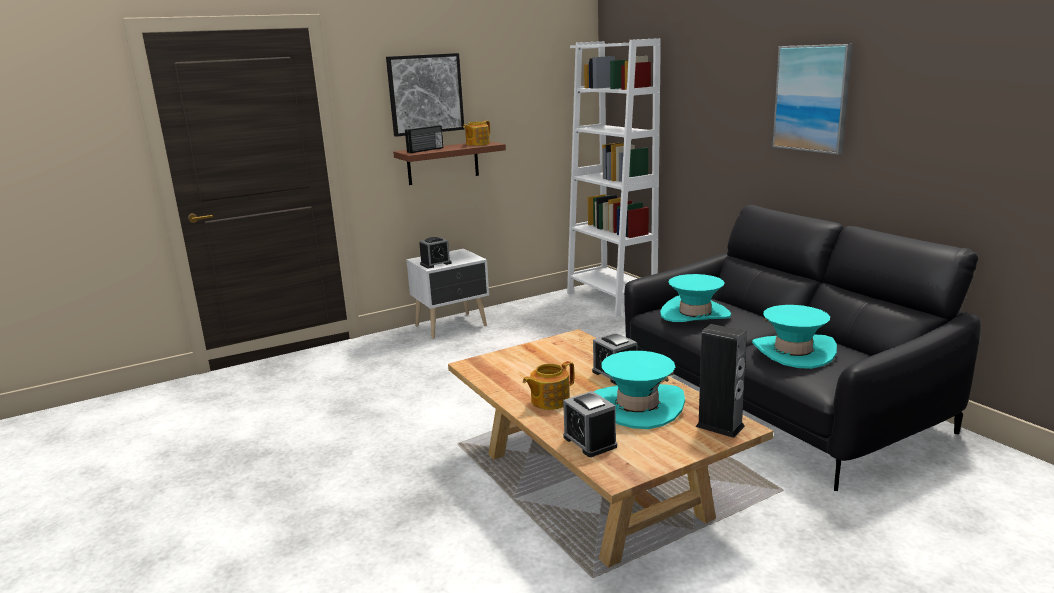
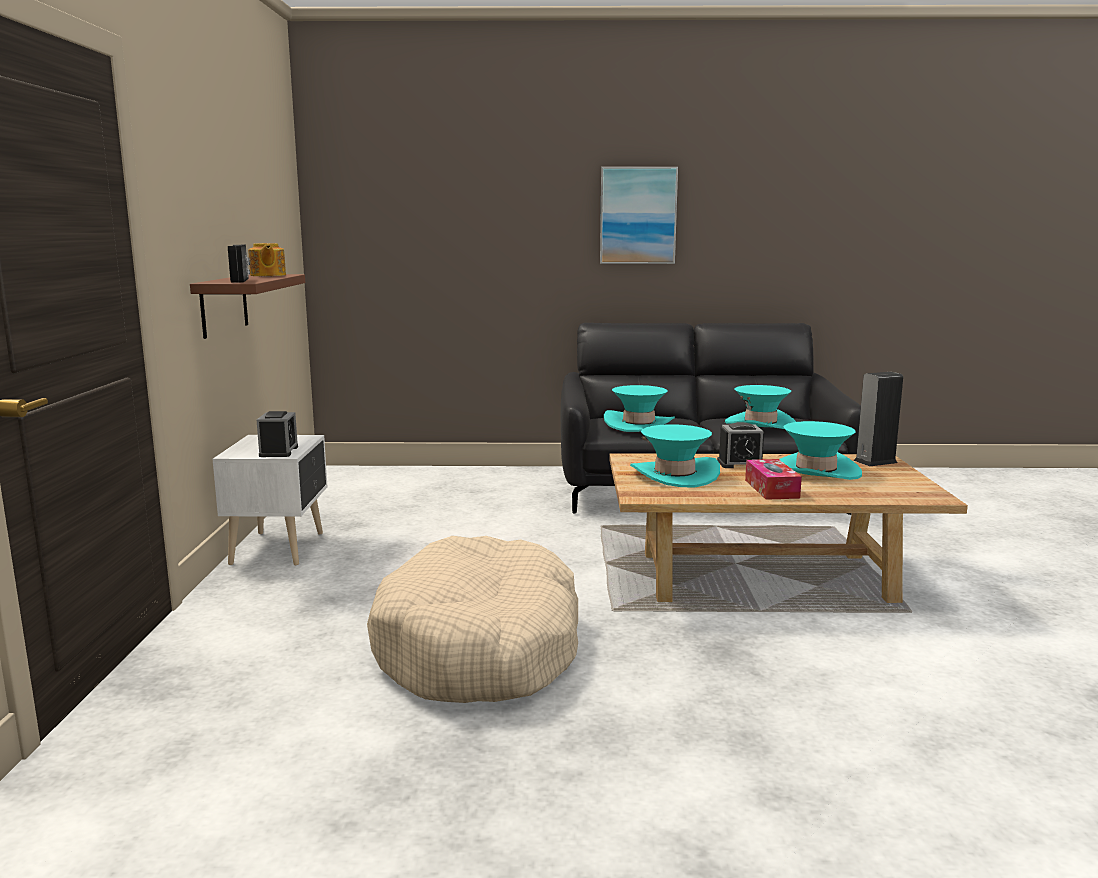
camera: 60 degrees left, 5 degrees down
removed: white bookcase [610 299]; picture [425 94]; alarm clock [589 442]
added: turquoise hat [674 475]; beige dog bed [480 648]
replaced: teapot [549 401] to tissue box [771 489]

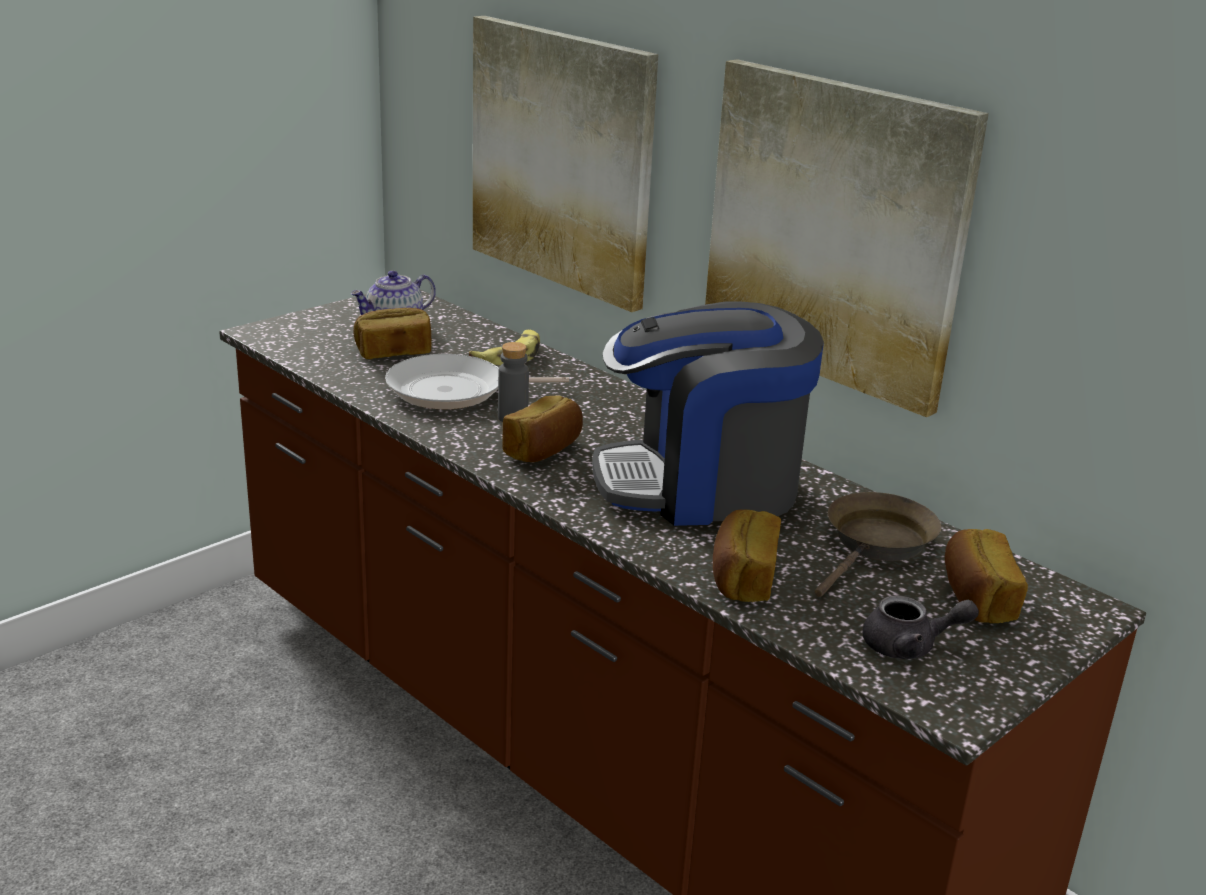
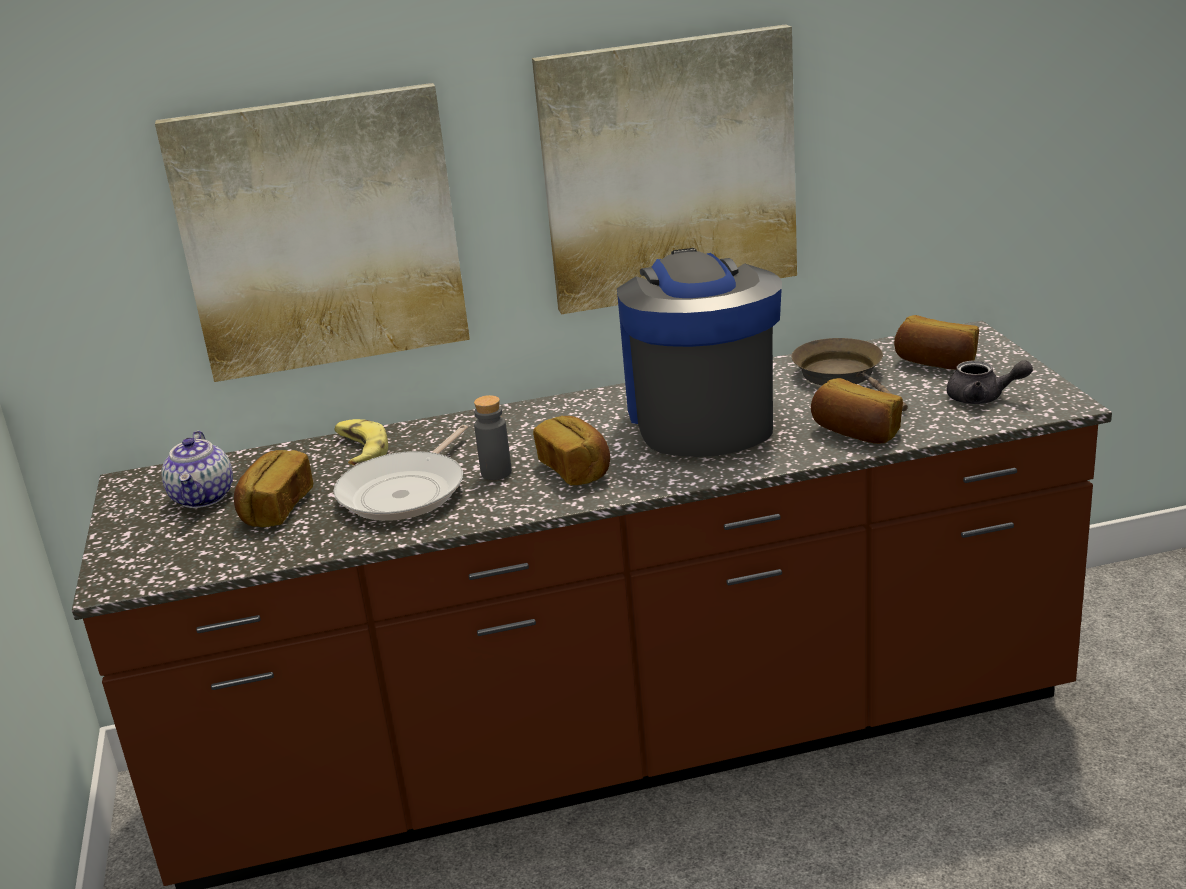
camera: 55 degrees left, 0 degrees up
turned: coffee machine [701 486] = [701 417] 150 degrees clockwise; grey teapot [909 646] = [983 398] 75 degrees clockwise

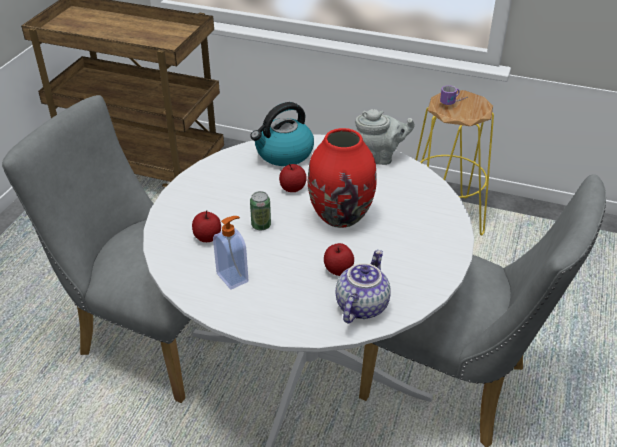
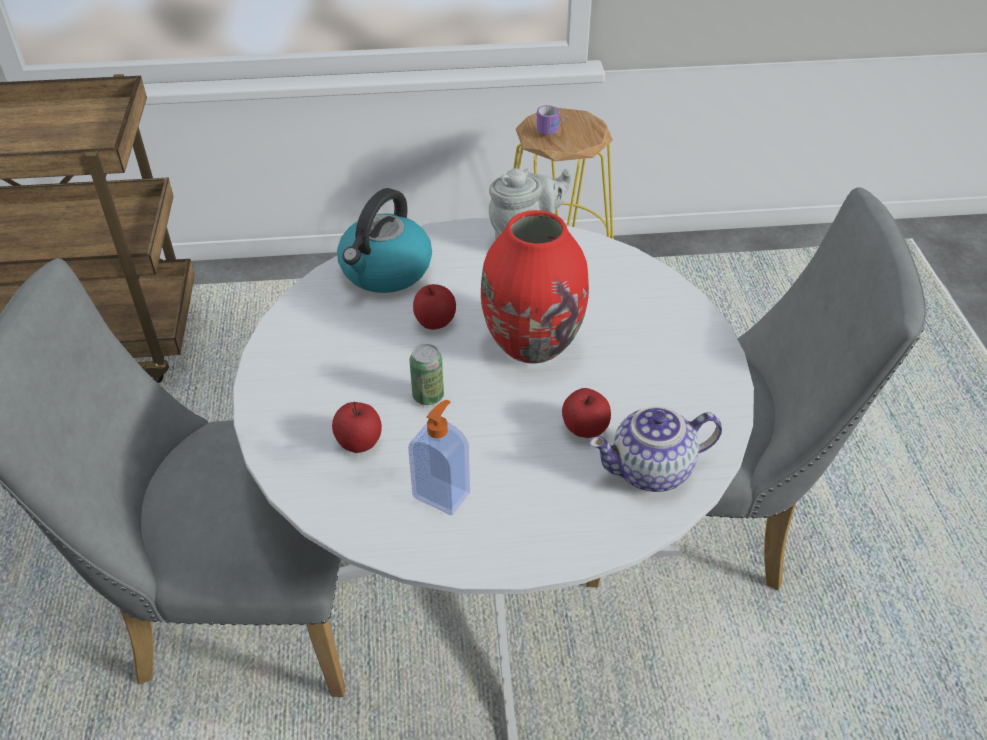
camera: 25 degrees left, 5 degrees up
turned: teapot [360 305] = [651 472] 105 degrees counterclockwise

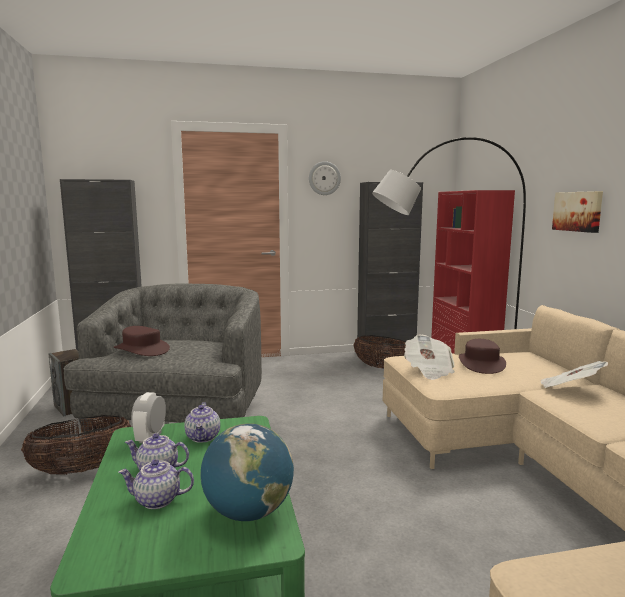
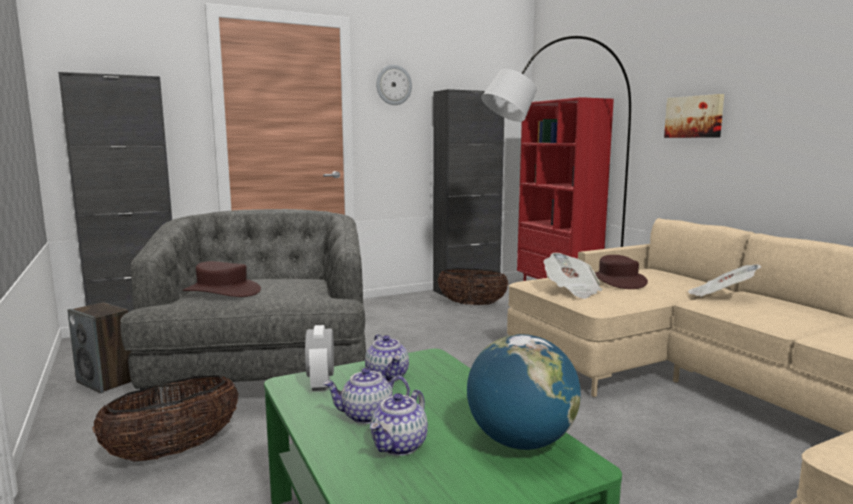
camera: 15 degrees left, 0 degrees up
turned: teapot [157 500] = [400 446] 45 degrees counterclockwise

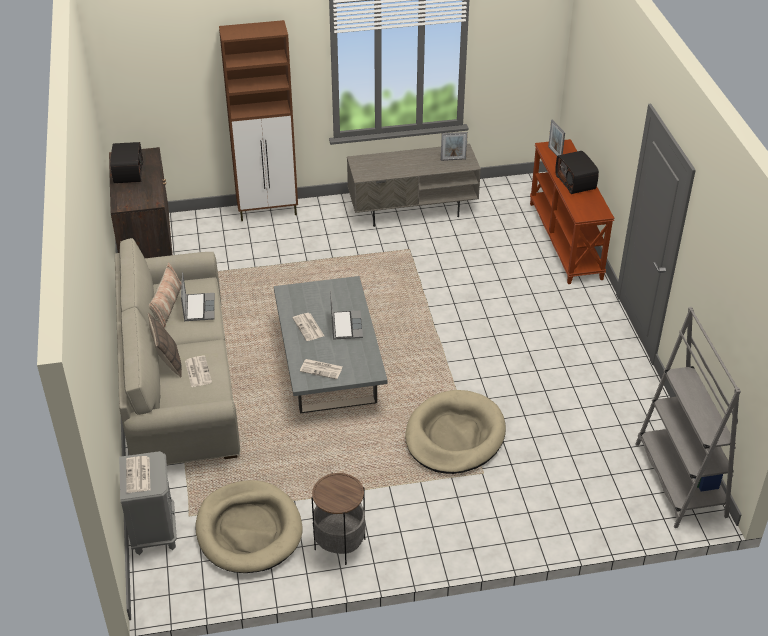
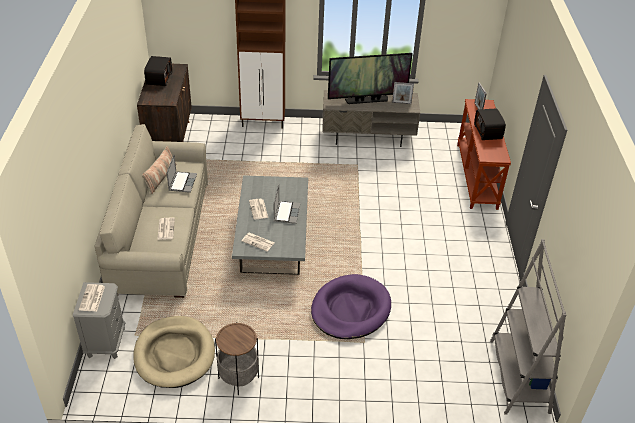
camera: 10 degrees right, 0 degrees up
removed: pillow [168 362]
added: television [367 100]
recoloured: beige dog bed [454 436] to purple dog bed [350 309]

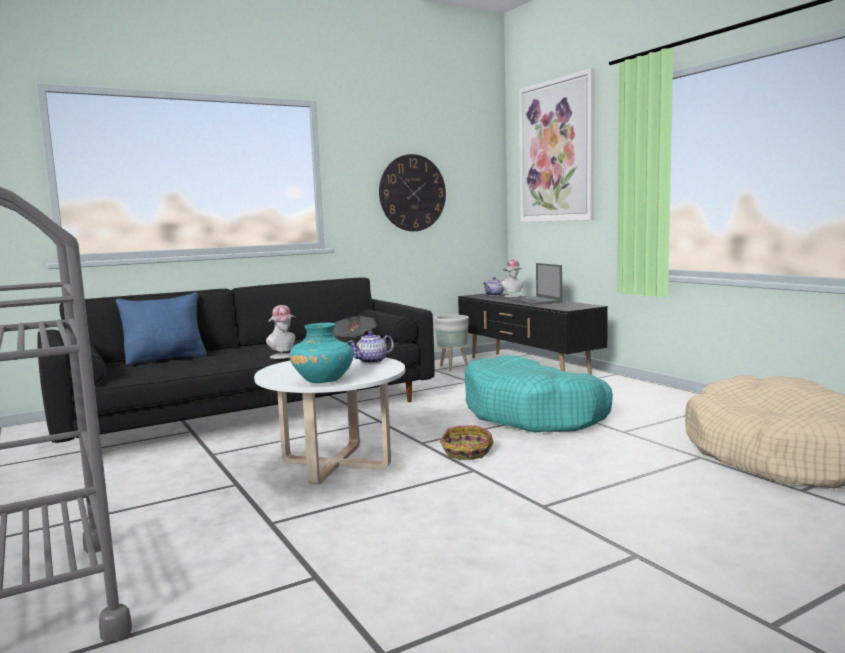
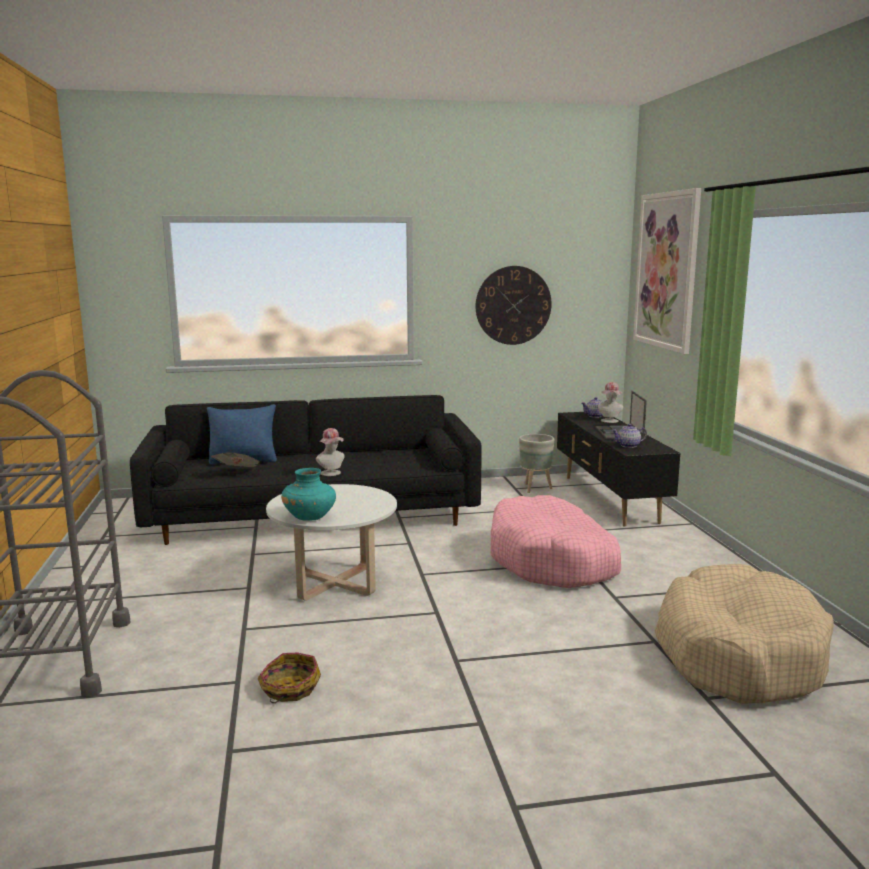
camera: 20 degrees right, 5 degrees up
moved: newspaper [353 340] to [238 473]; teapot [372 361] to [629 445]; basket [466 453] to [289 689]
recoloured: turquoise dog bed [533 414] to pink dog bed [552 560]

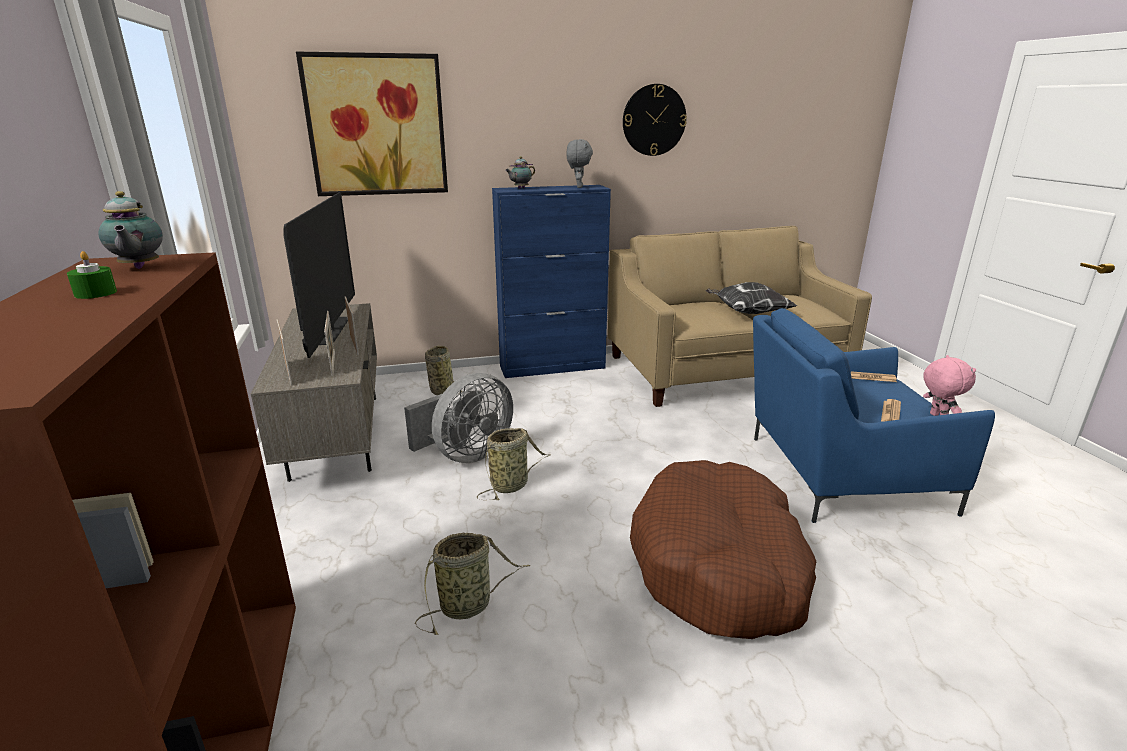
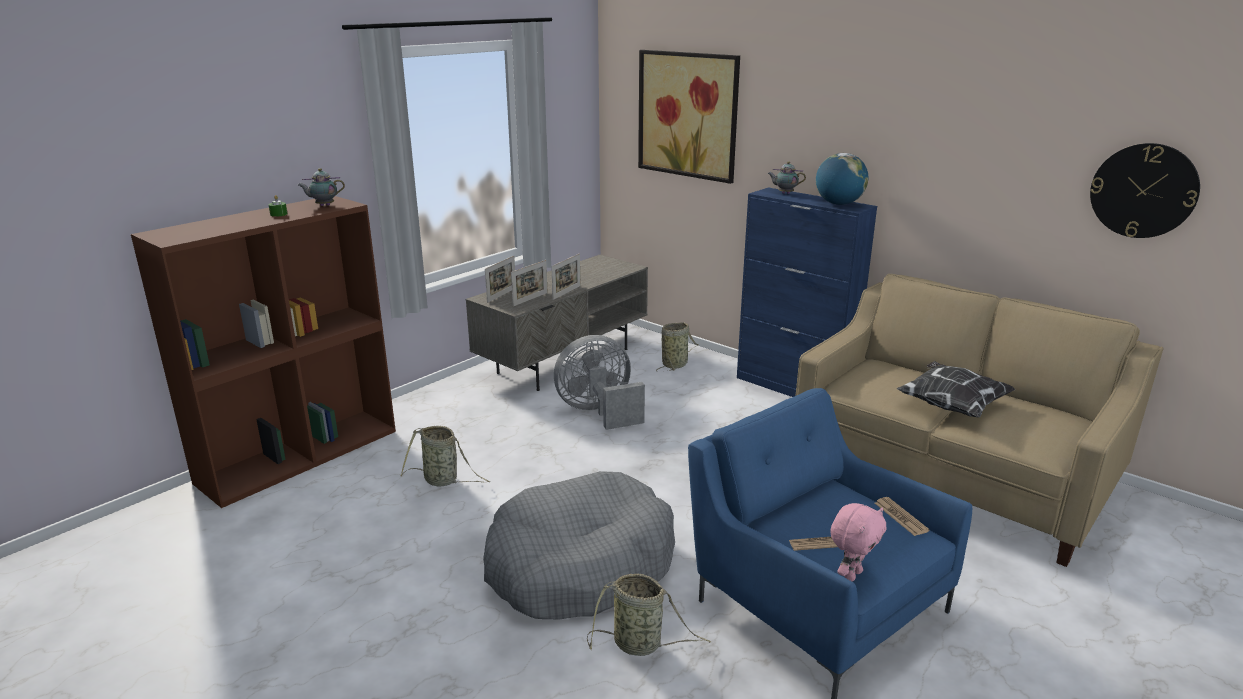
camera: 55 degrees right, 0 degrees up
removed: television [333 331]
moved: wall clock [654 120] to [1143 190]; basket [511 485] to [641 644]
replaced: grey plush toy [578 187] to globe [839 204]
recoloured: brown dog bed [719 566] to grey dog bed [579 565]
turned: teapot [139 268] = [323 205] 45 degrees clockwise; grey fan [466 455] = [599 412] 150 degrees clockwise

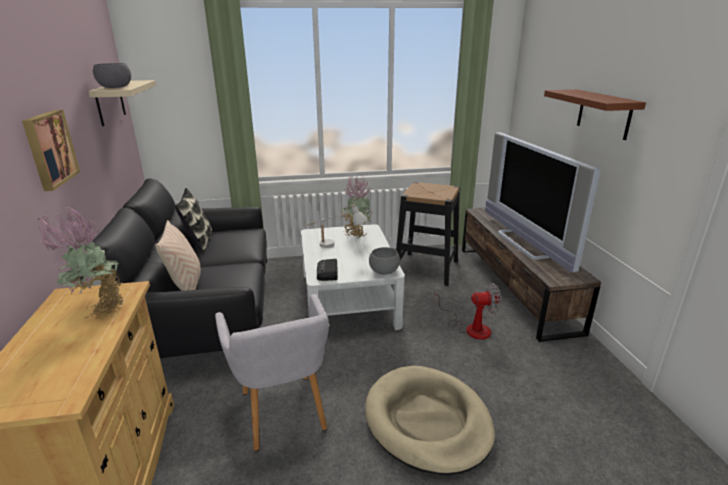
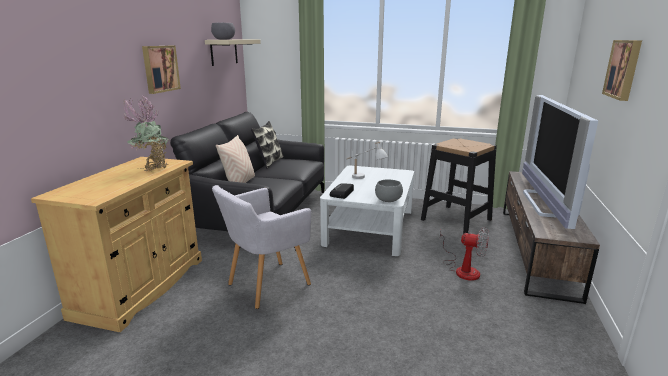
camera: 25 degrees right, 5 degrees down
removed: potted plant [356 233]; beige dog bed [427 421]
replaced: brown shelf [604 113] to picture [624 69]
turned: grey armchair [283 414] = [265 285] 45 degrees clockwise

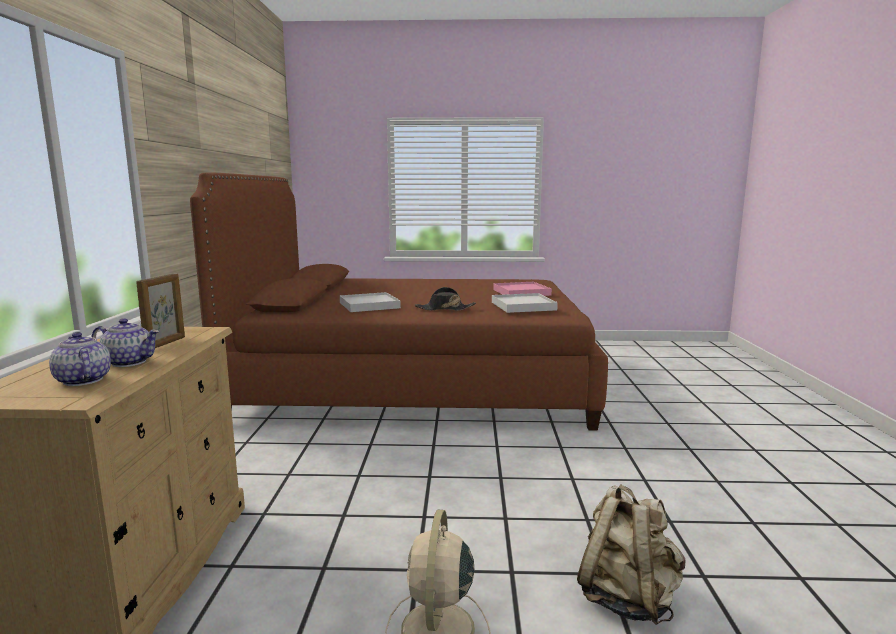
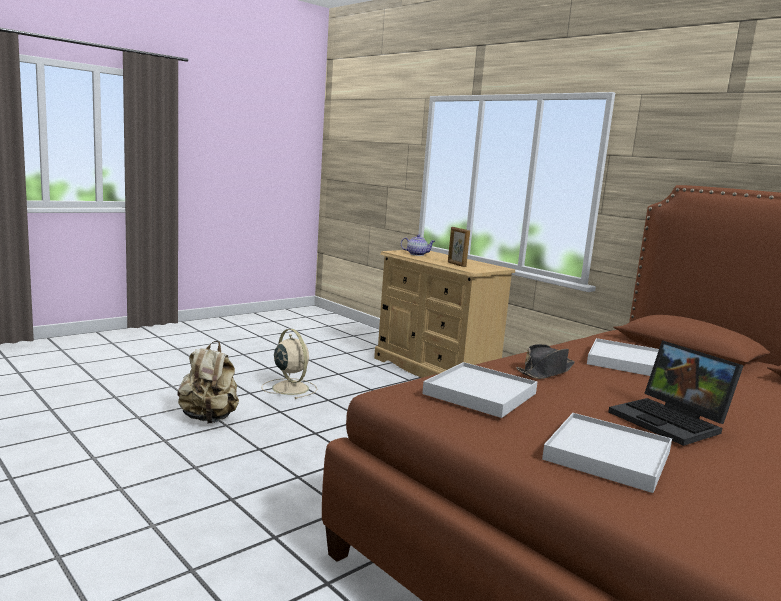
camera: 135 degrees right, 0 degrees up
removed: teapot [129 362]
added: laptop [672 422]
recoloured: pink tray [521 292] to white tray [607 456]

